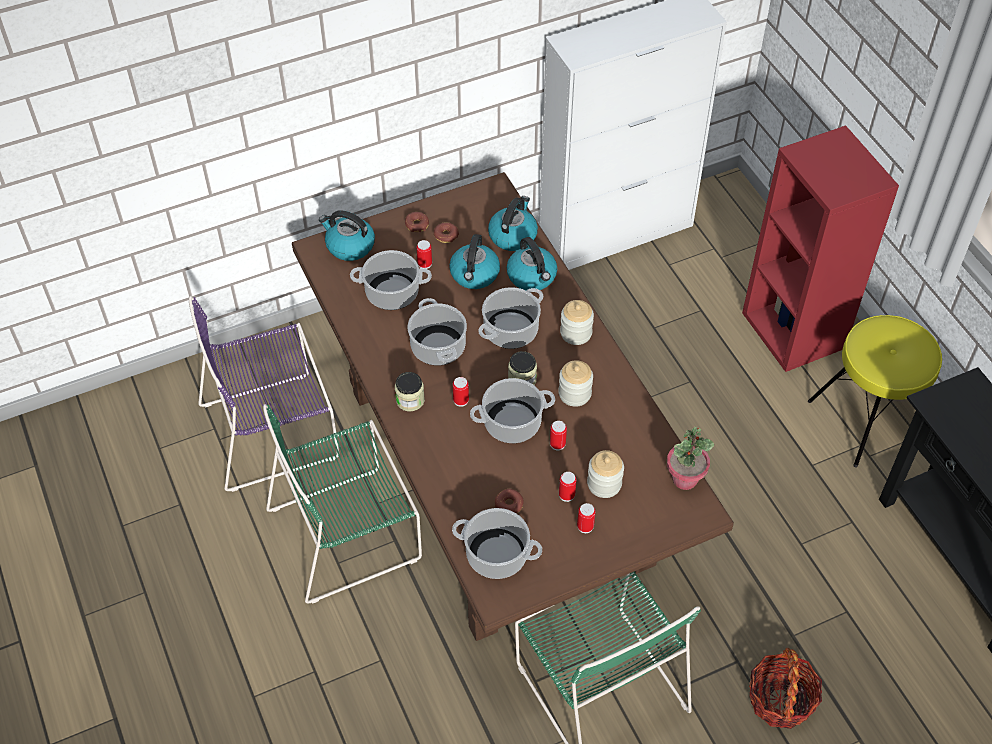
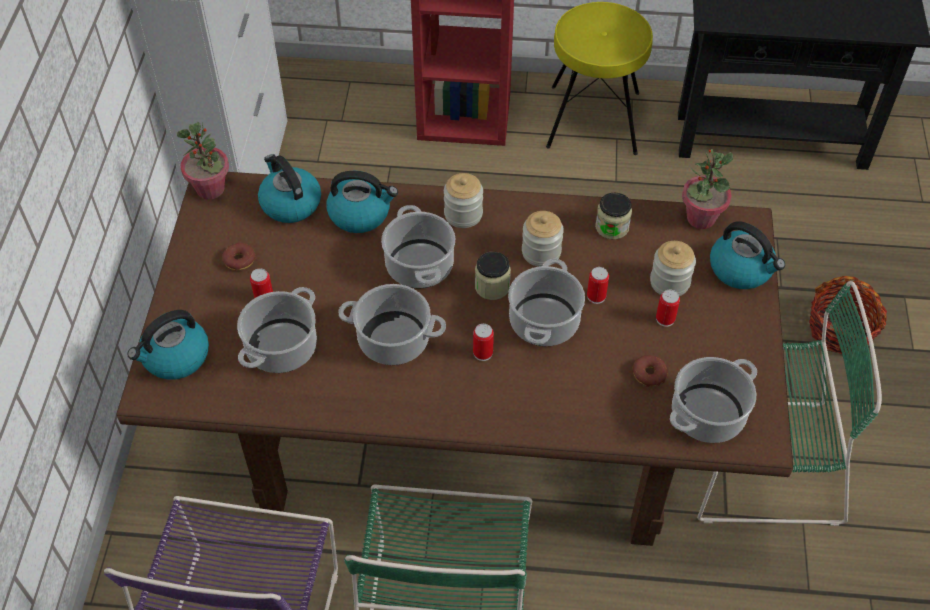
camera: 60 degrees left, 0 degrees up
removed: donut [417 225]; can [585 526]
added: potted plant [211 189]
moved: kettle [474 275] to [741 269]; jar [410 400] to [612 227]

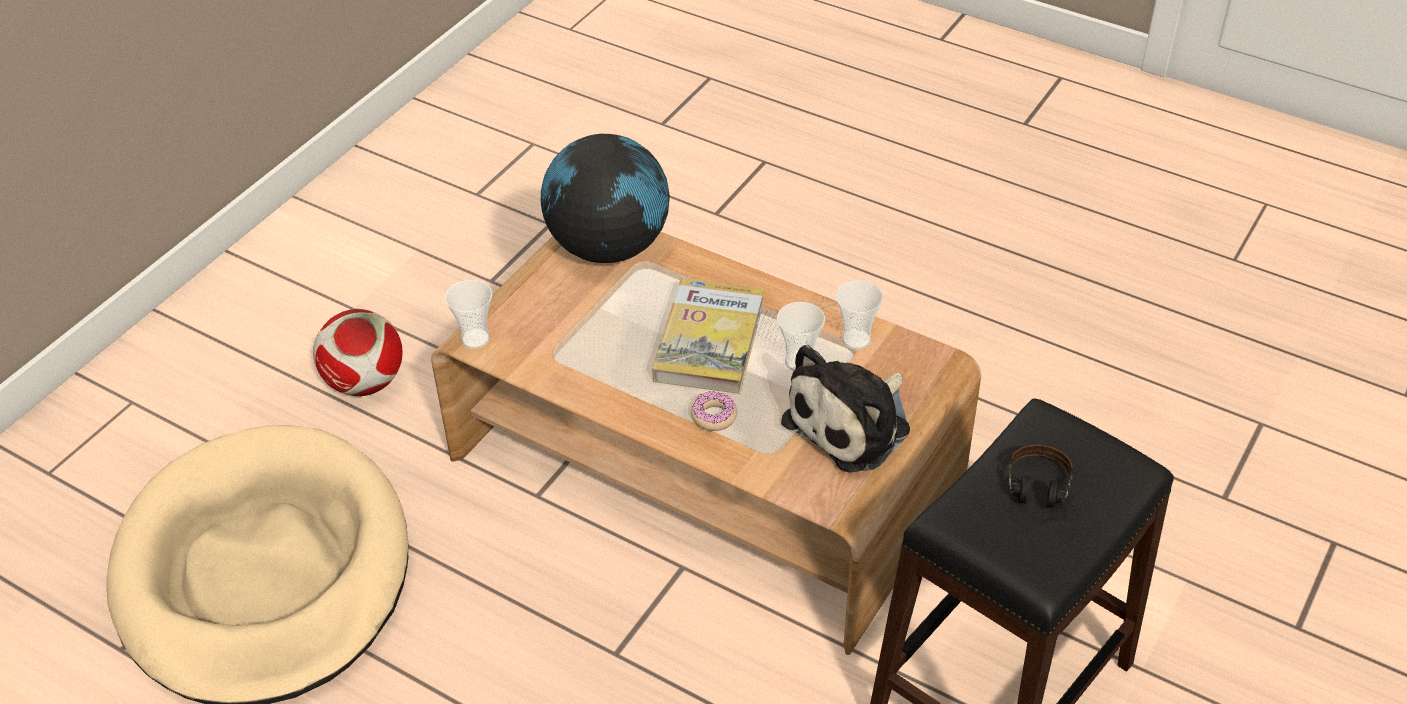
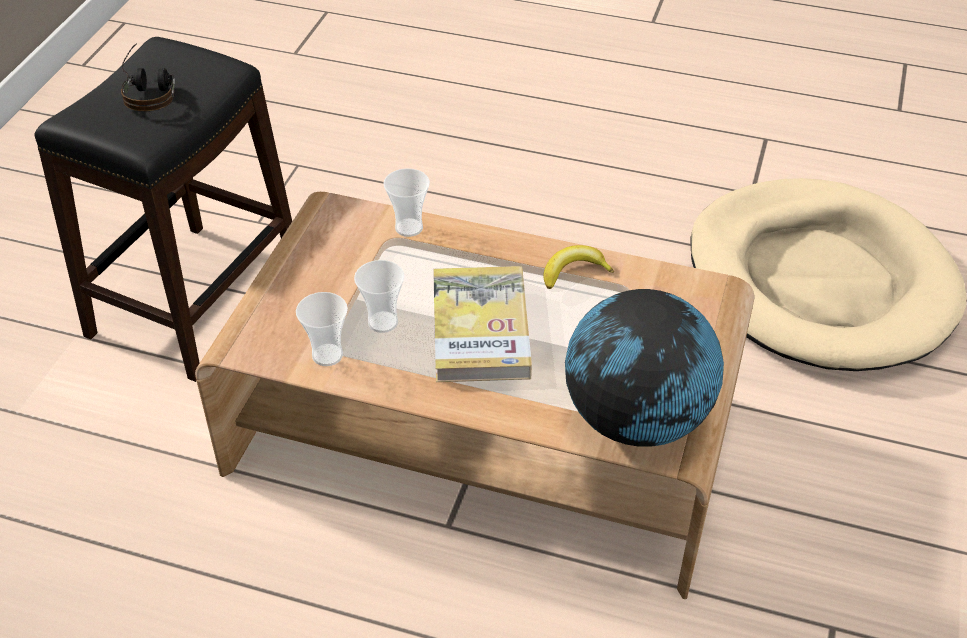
camera: 165 degrees right, 0 degrees up
removed: football [365 382]; plush toy [853 424]; donut [714 416]
added: banana [573 272]
moved: cup [475 339] to [409 228]

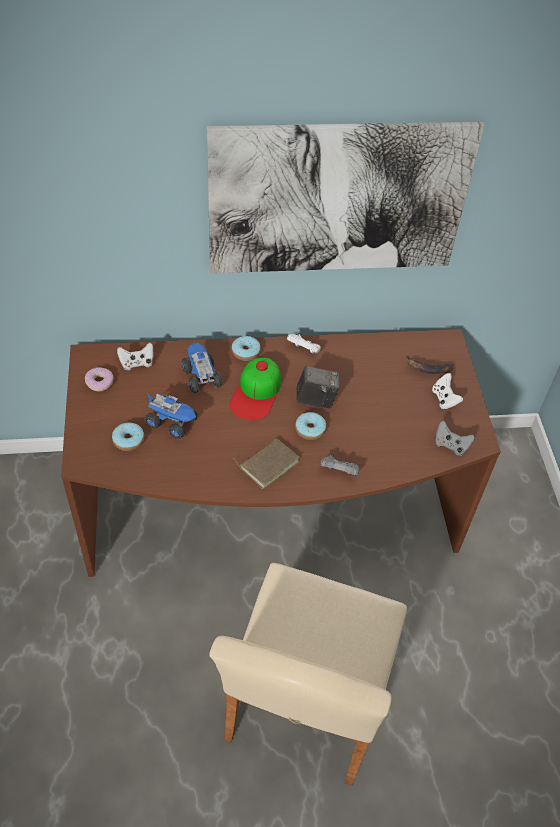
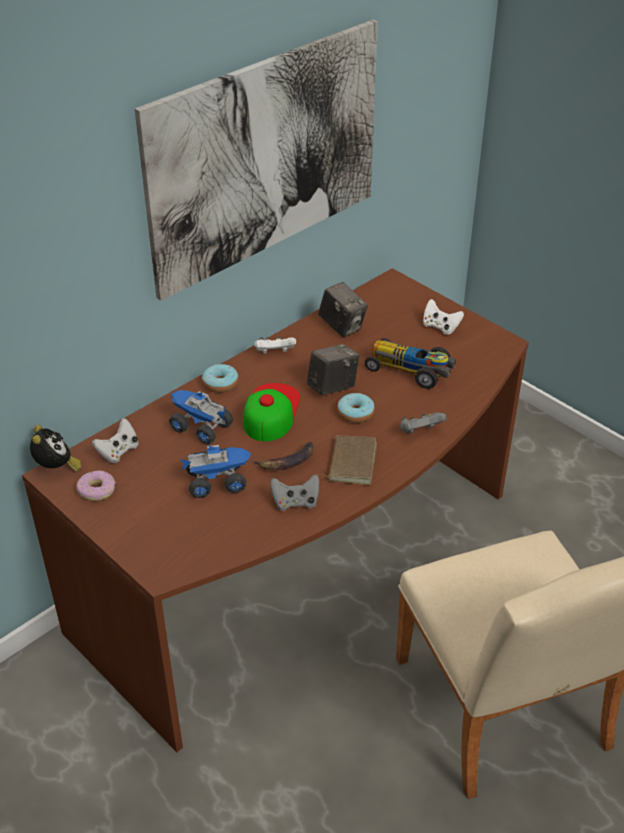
camera: 35 degrees left, 10 degrees down
removed: donut [128 440]
added: photo camera [342 326]; toy car [411 370]; alarm clock [56 468]
moved: banana [428 368] to [287 462]; grey game controller [451 445] to [295 502]
turned: cap [256 393] = [270 411] 150 degrees counterclockwise

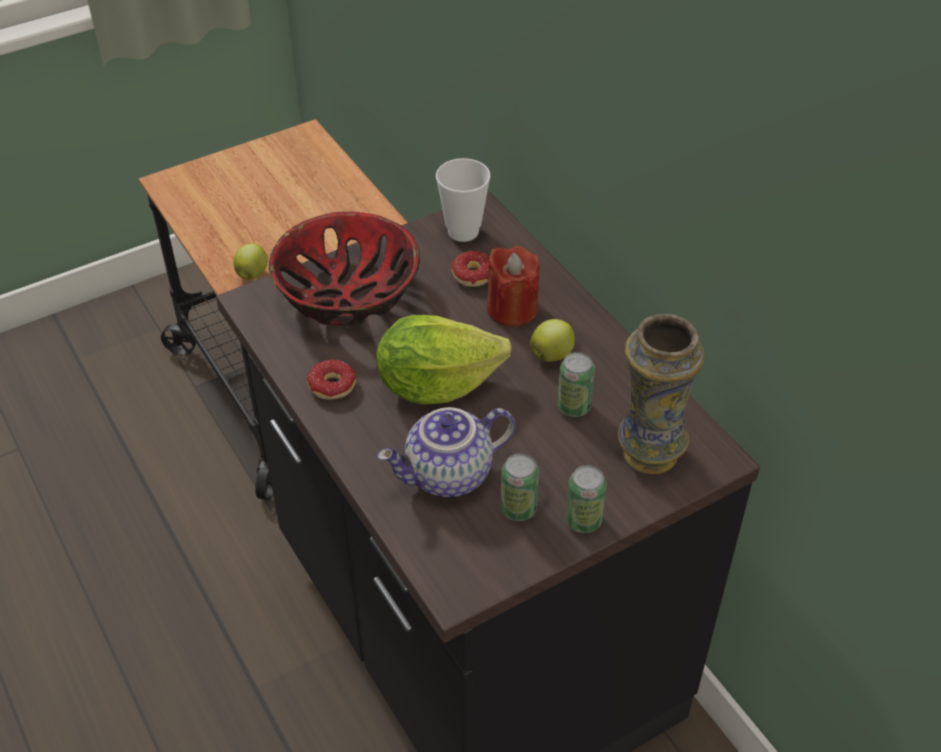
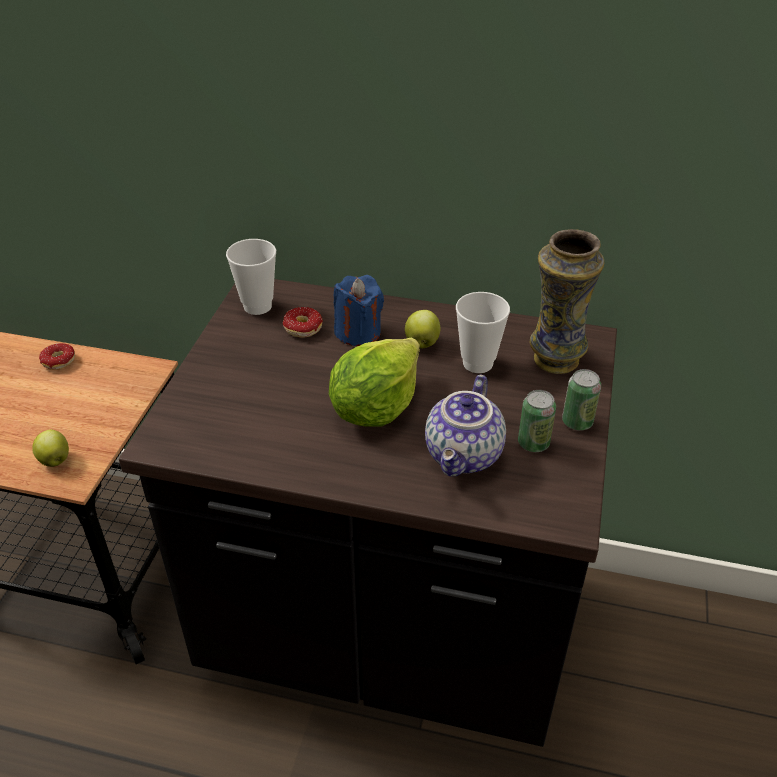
camera: 45 degrees left, 5 degrees down
removed: bowl [346 293]
moved: donut [330 392] to [61 364]
replaced: can [574 406] to cup [477 363]
recoloured: red candle [512 309] to blue candle [358 332]

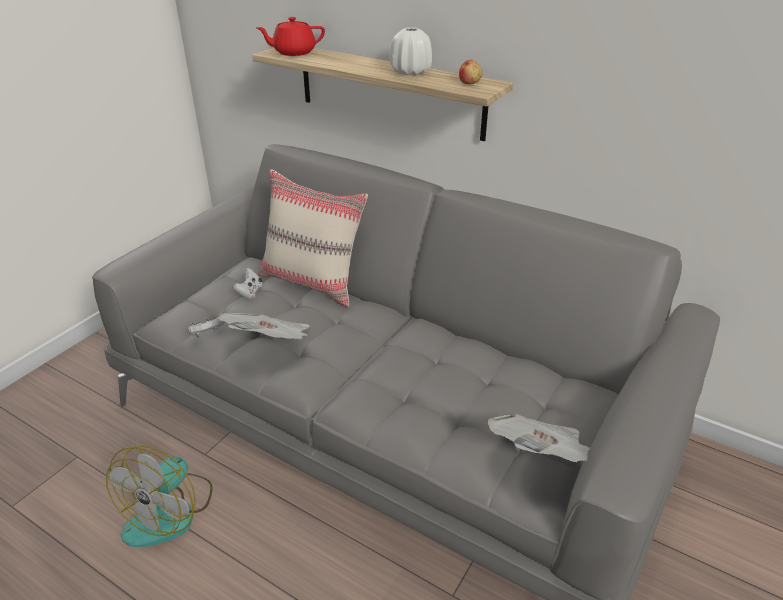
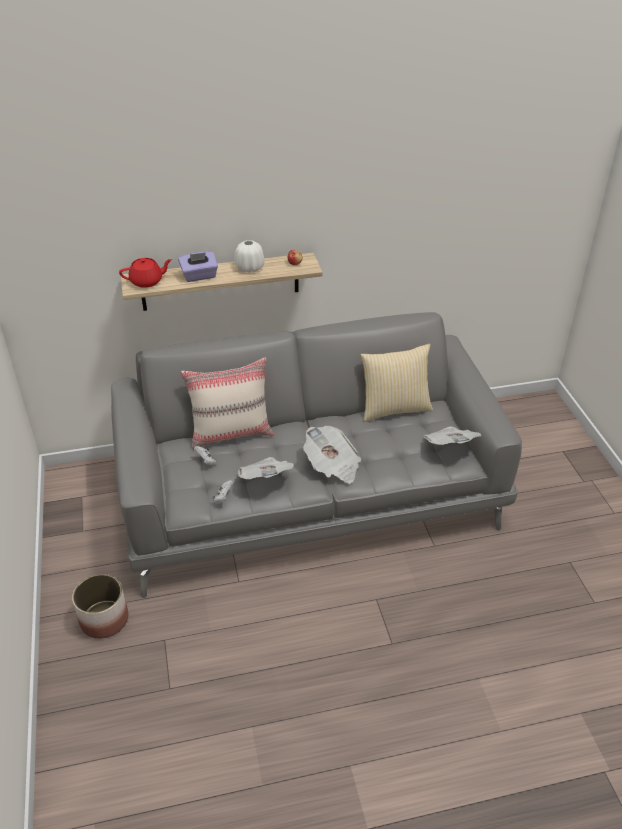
camera: 45 degrees left, 5 degrees up
removed: fan [170 512]
added: purple tissue box [199 276]; pillow [394 408]; newspaper [332 466]; planter [104 619]
turned: red teapot [293 52] = [147 281] 135 degrees counterclockwise

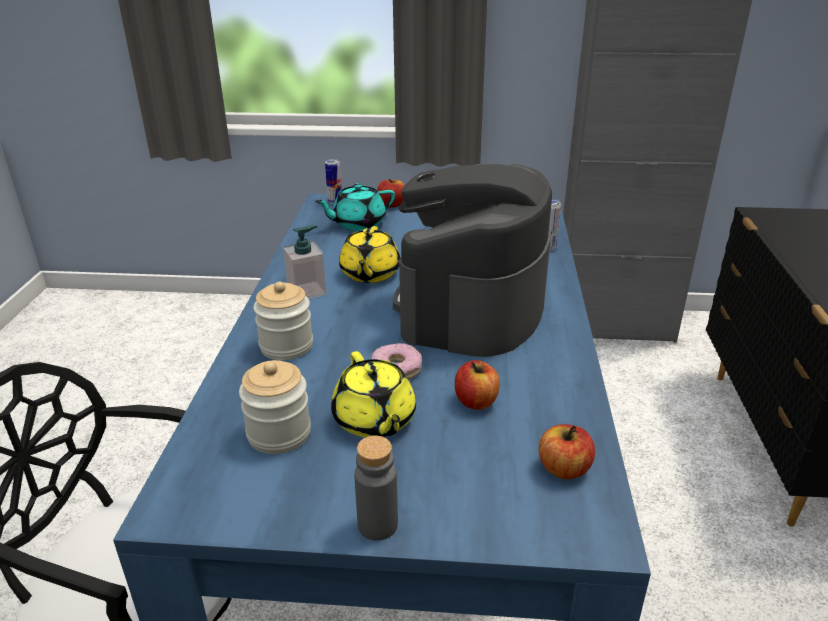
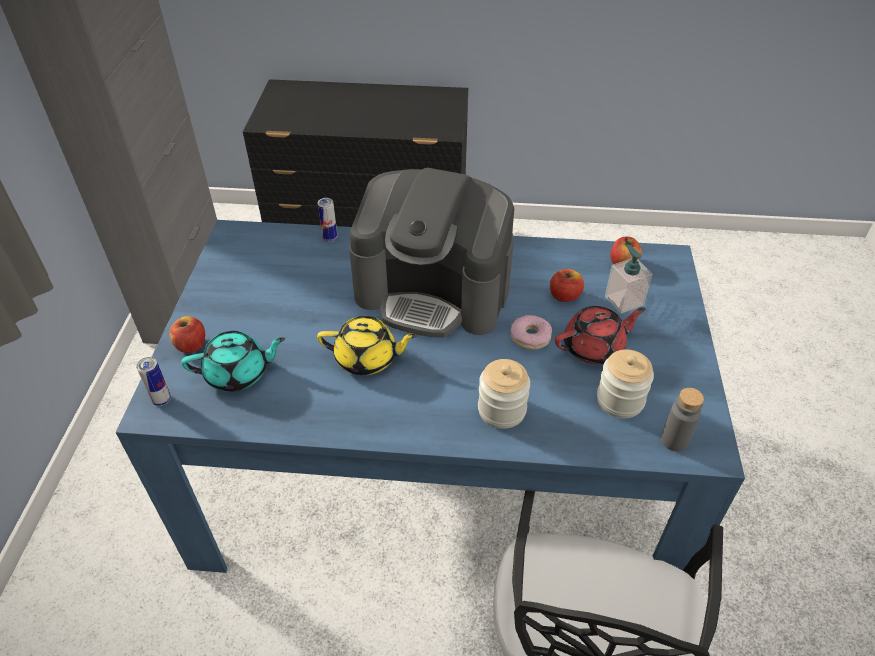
camera: 90 degrees left, 15 degrees up
moved: soap dispenser [307 291] to [623 300]; grey bottle [377 525] to [674 440]
recoloured: yellow teapot [374 420] to red teapot [594 347]
turned: turquoise teapot [358 223] = [238 373] 75 degrees counterclockwise

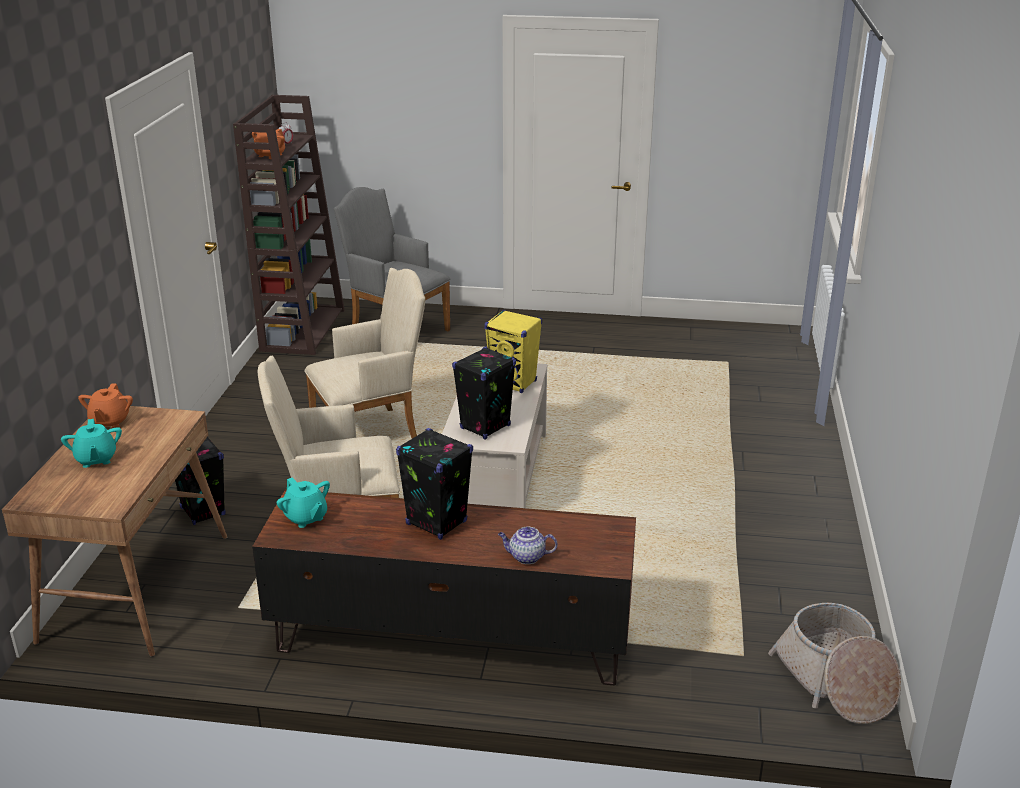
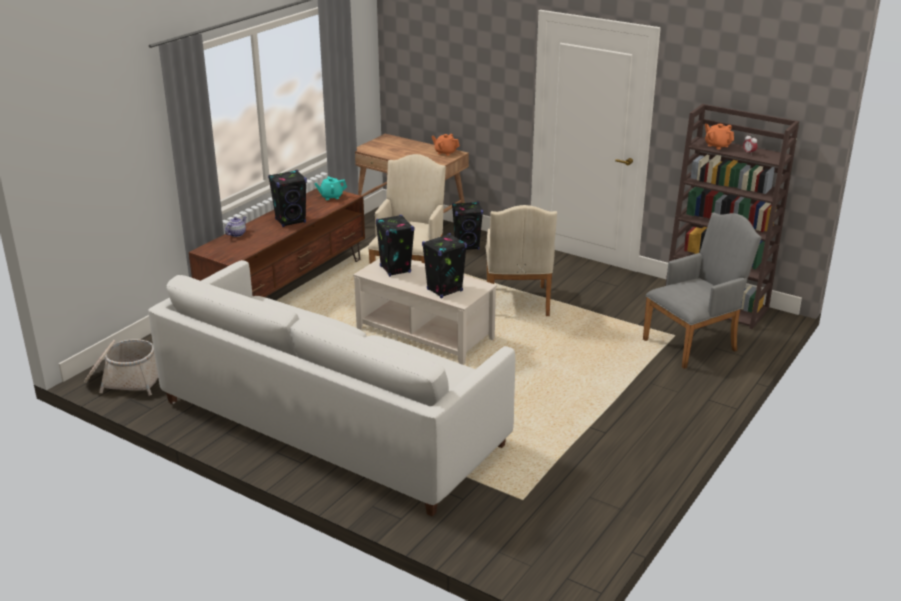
camera: 115 degrees right, 0 degrees up
removed: turquoise teapot [96 459]
added: white sofa [331 423]
recoloured: yellow speaker [514 383] to black speaker [444 290]

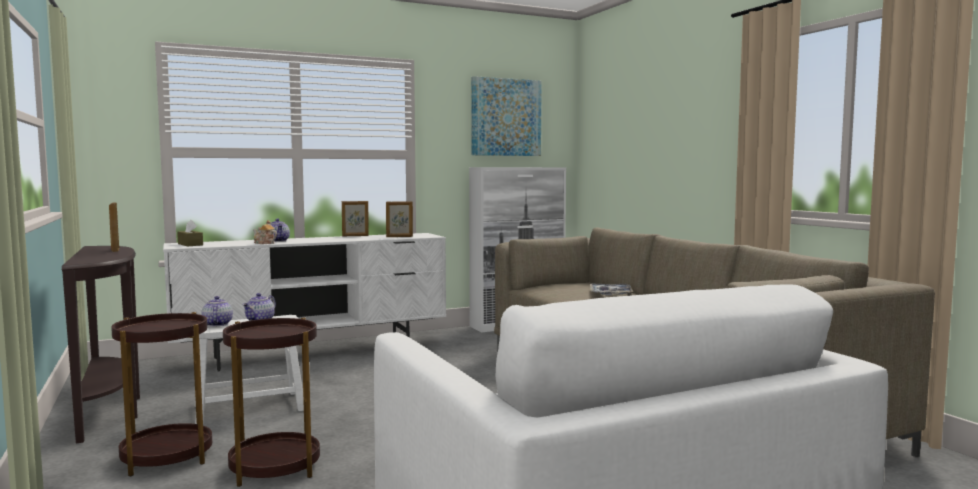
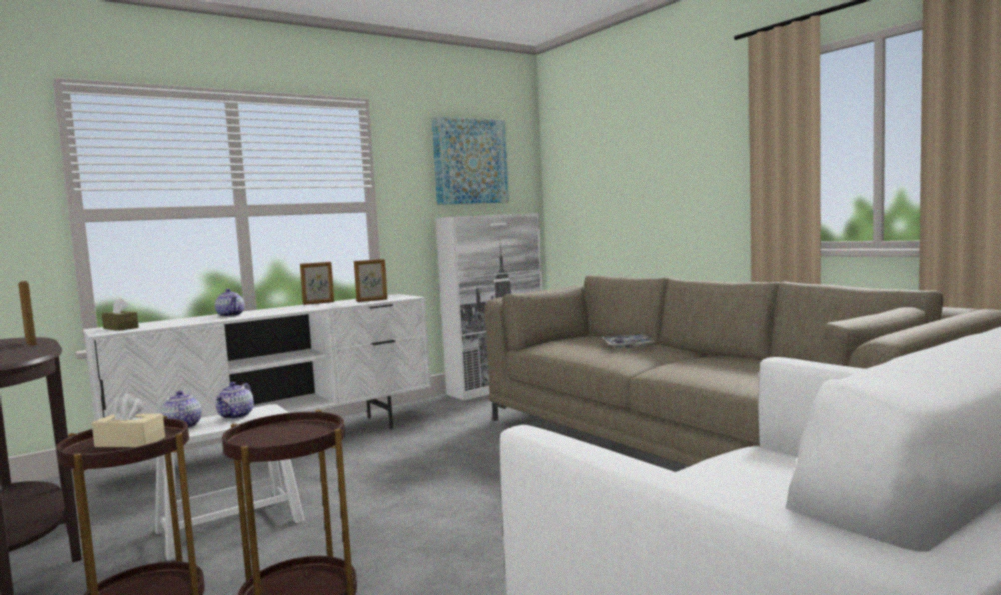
camera: 10 degrees left, 0 degrees up
removed: teapot [264 243]
added: beige tissue box [130 442]

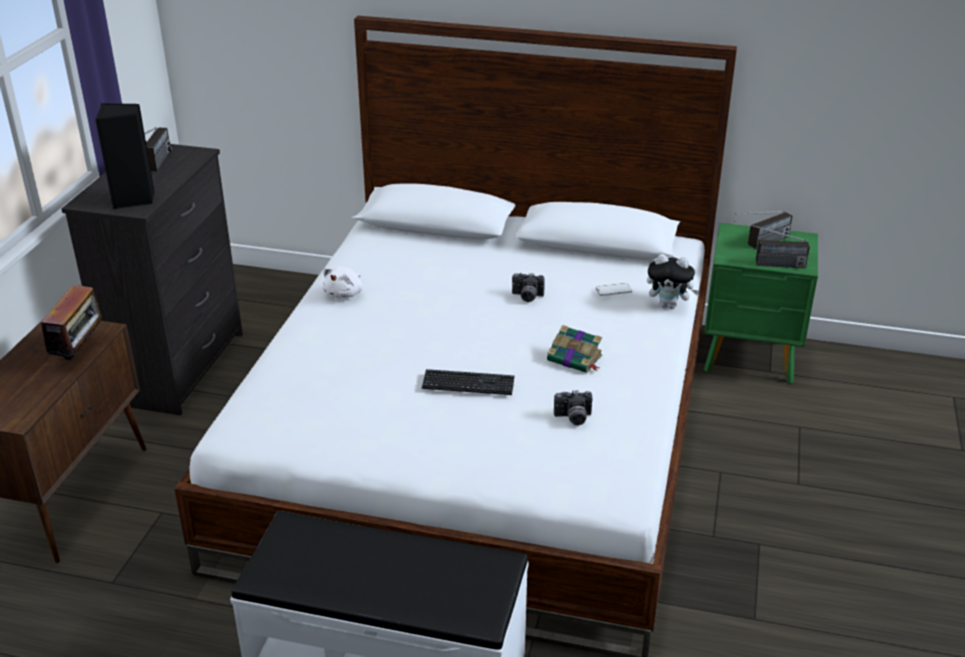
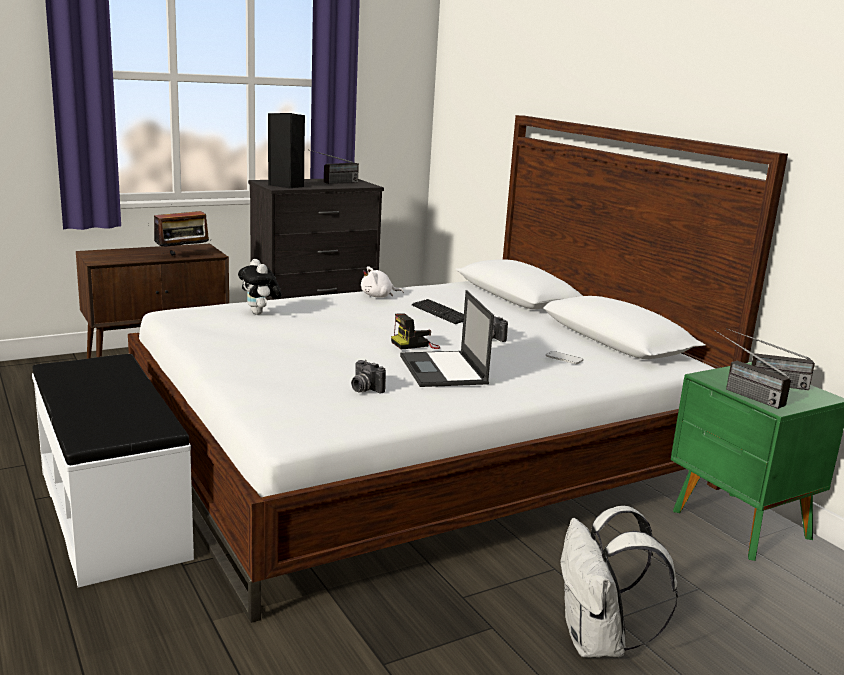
camera: 45 degrees right, 15 degrees down
added: photo camera [415 345]; white backpack [598 642]
moved: plush toy [669 305] to [260 313]; keyboard [468 384] to [441 313]
replaced: book [575 359] to laptop [443 370]

